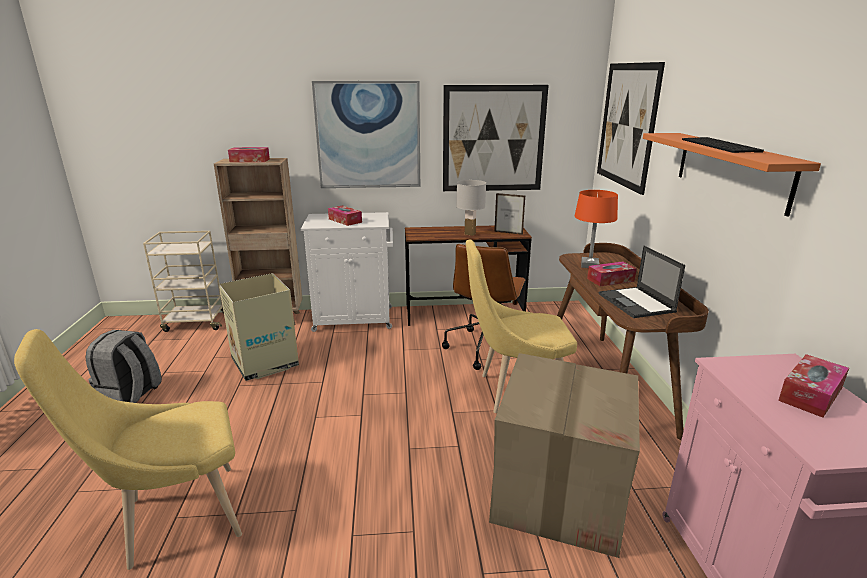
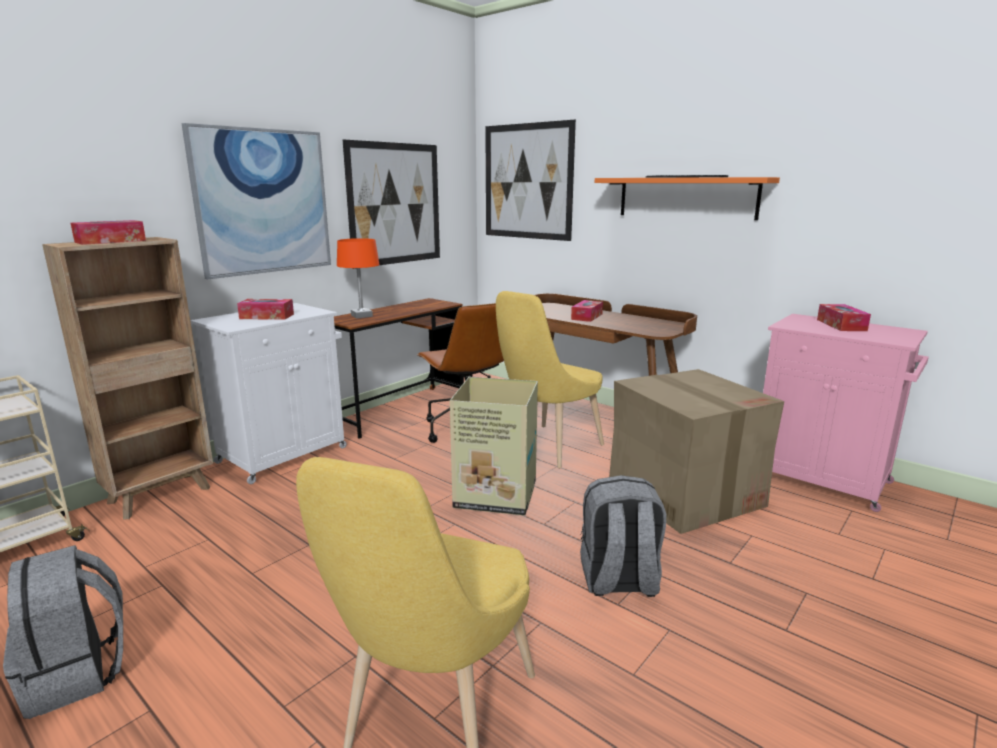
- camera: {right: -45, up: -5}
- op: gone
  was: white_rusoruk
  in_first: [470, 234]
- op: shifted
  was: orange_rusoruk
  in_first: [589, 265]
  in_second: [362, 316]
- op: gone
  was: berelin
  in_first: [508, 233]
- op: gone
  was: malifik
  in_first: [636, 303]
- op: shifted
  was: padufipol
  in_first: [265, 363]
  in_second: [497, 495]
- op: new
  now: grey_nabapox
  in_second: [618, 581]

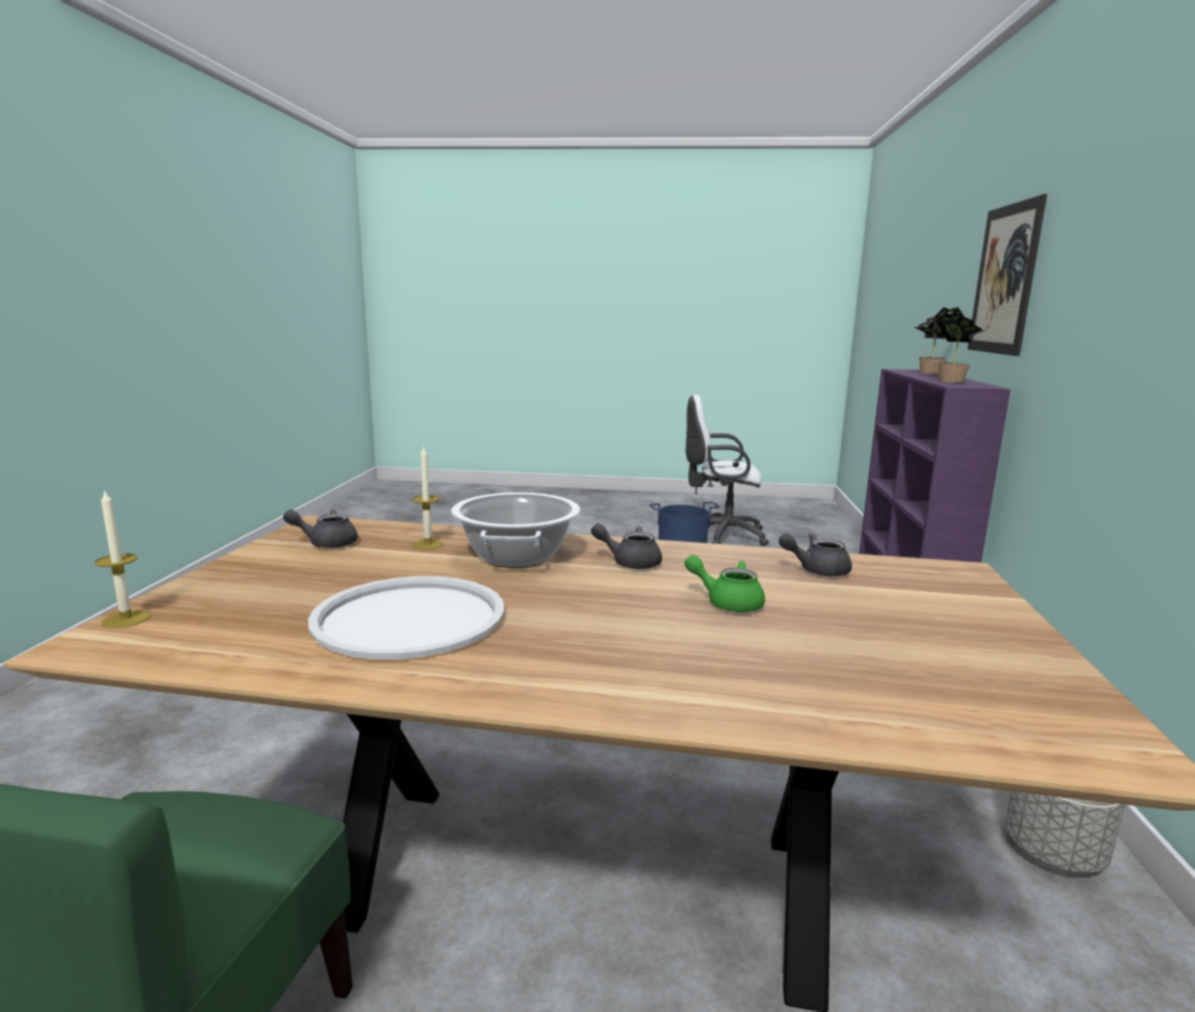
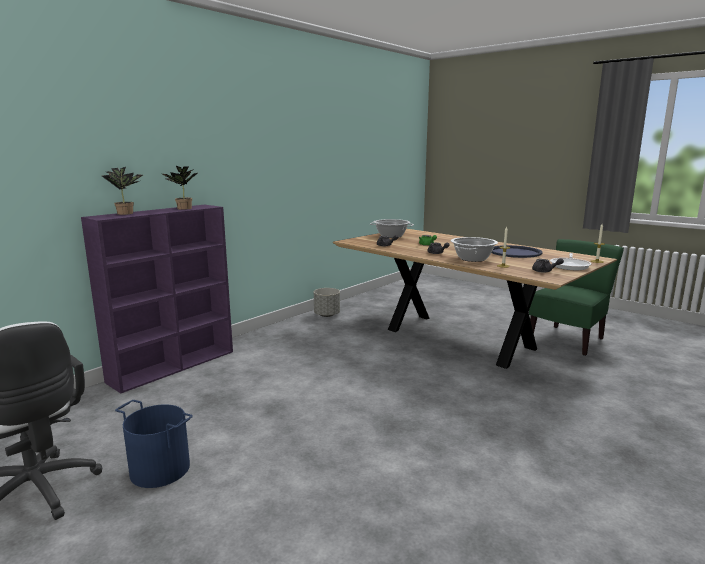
- camera: {right: -145, up: 0}
- op: gone
  was: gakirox
  in_first: [1004, 279]
- op: repainted
  was: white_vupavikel
  now: blue_vupavikel
  in_first: [409, 618]
  in_second: [515, 252]
- op: new
  now: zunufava
  in_second: [391, 236]
- op: new
  now: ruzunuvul
  in_second: [570, 266]

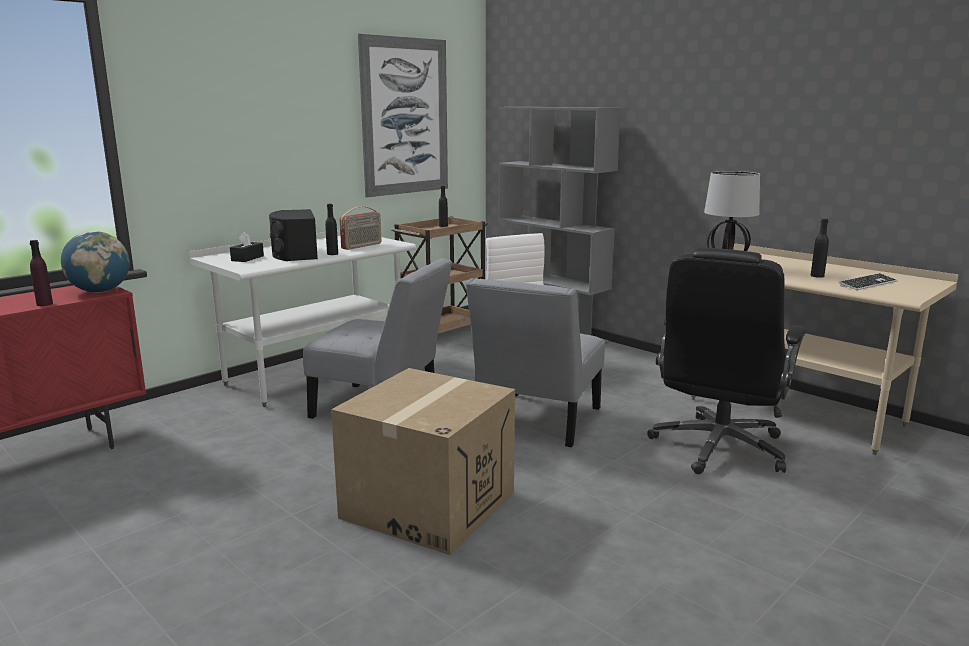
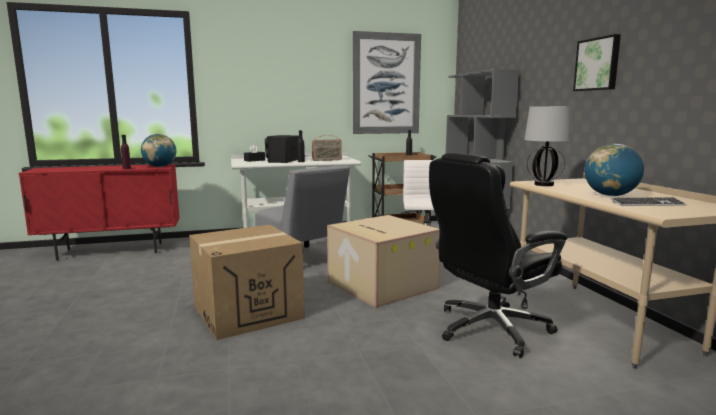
- camera: {right: 30, up: -5}
- op: swapped
  was: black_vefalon
  now: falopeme
  in_first: [817, 276]
  in_second: [610, 195]
- op: swapped
  was: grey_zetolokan
  now: padufipol
  in_first: [536, 422]
  in_second: [380, 285]
- op: new
  now: gakirox
  in_second: [598, 64]

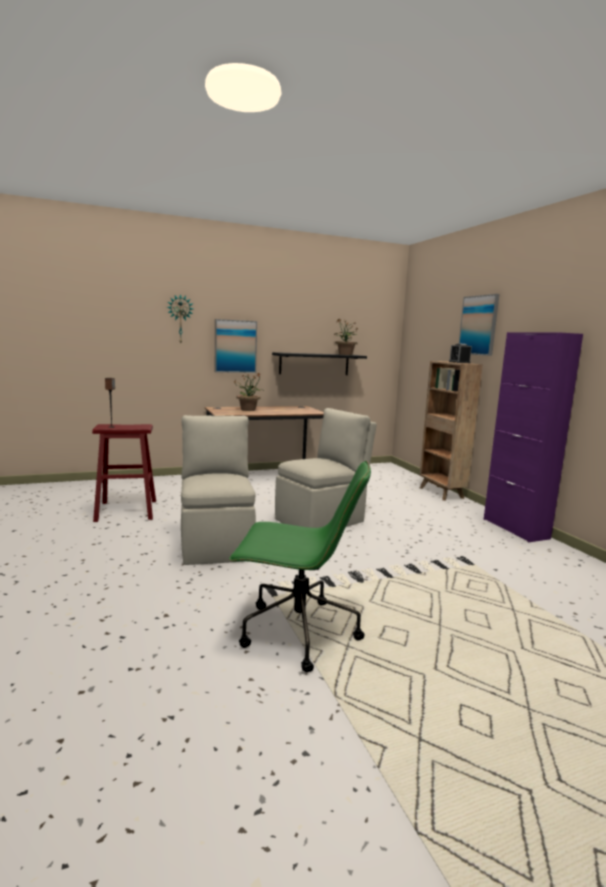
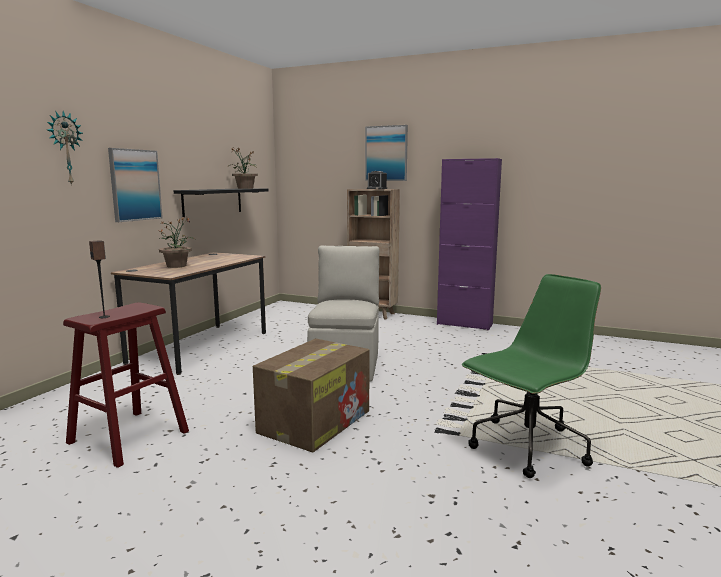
- camera: {right: -45, up: 0}
- op: swapped
  was: beige_zetolokan
  now: padufipol
  in_first: [216, 544]
  in_second: [315, 421]

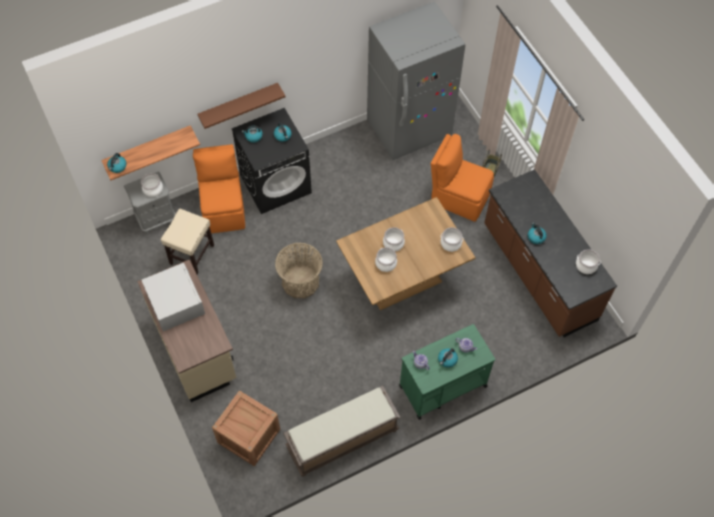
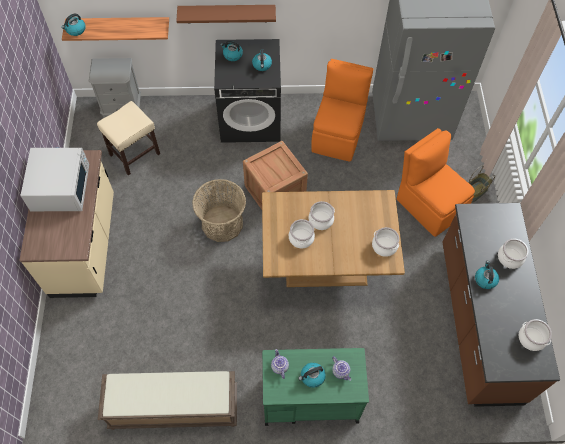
- camera: {right: 25, up: 0}
- op: shifted
  was: orange_zetolokan
  in_first: [224, 209]
  in_second: [338, 135]
- op: shifted
  was: zunufava
  in_first: [153, 189]
  in_second: [510, 258]
- op: shifted
  was: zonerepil
  in_first: [249, 436]
  in_second: [275, 191]

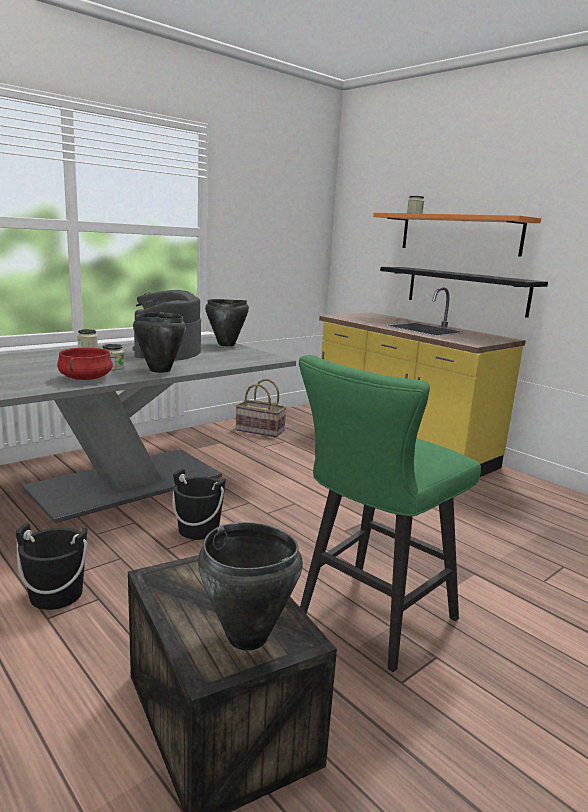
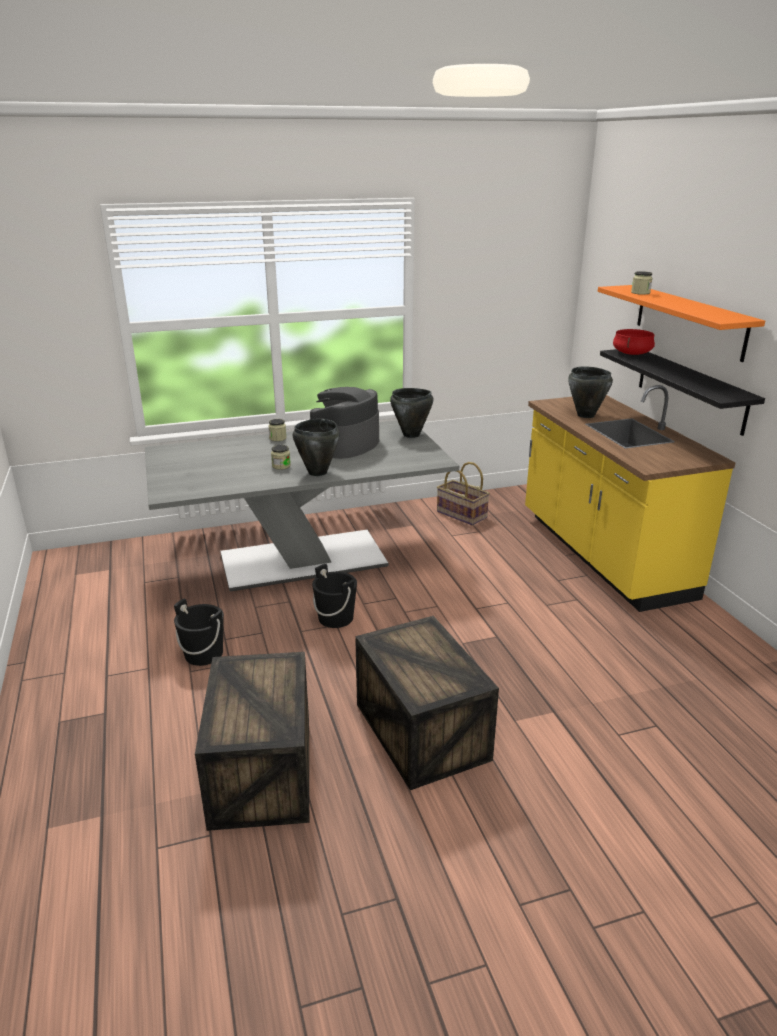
- camera: {right: 25, up: 10}
- op: shifted
  was: red_zunufava
  in_first: [85, 378]
  in_second: [631, 353]
- op: swapped
  was: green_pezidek
  now: zonerepil
  in_first: [369, 620]
  in_second: [420, 730]
- op: shifted
  was: black_zunufava
  in_first: [247, 638]
  in_second: [585, 415]

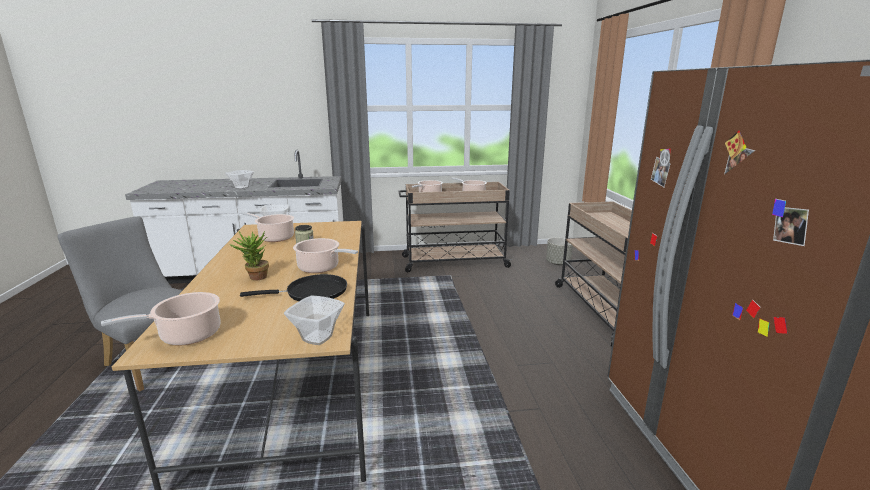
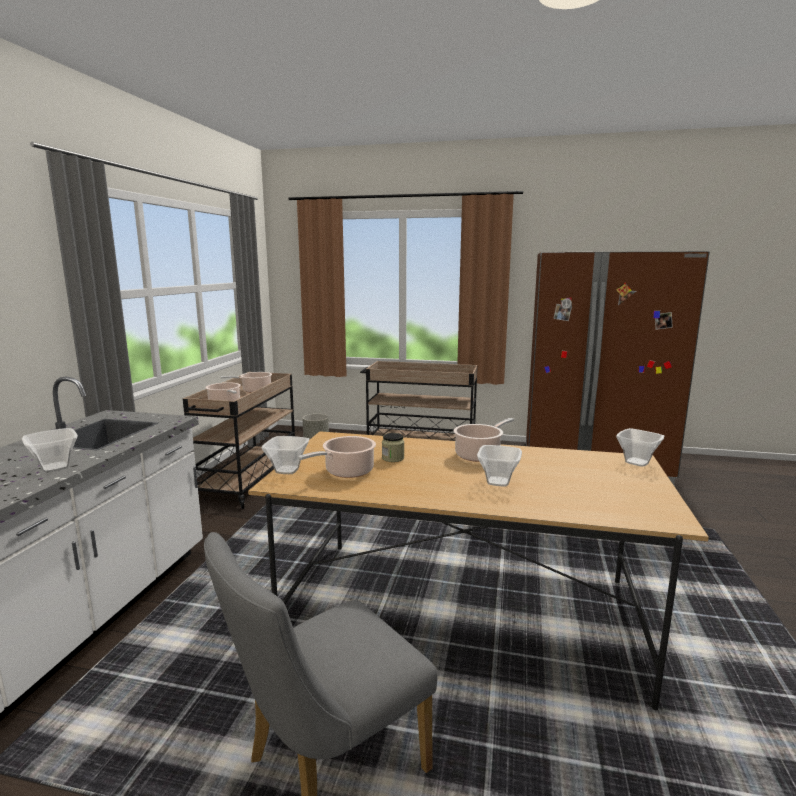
- camera: {right: -70, up: -5}
- op: swapped
  was: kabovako
  now: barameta
  in_first: [255, 278]
  in_second: [497, 482]
- op: gone
  was: black_ruzunuvul
  in_first: [312, 292]
- op: gone
  was: zunufava
  in_first: [186, 335]

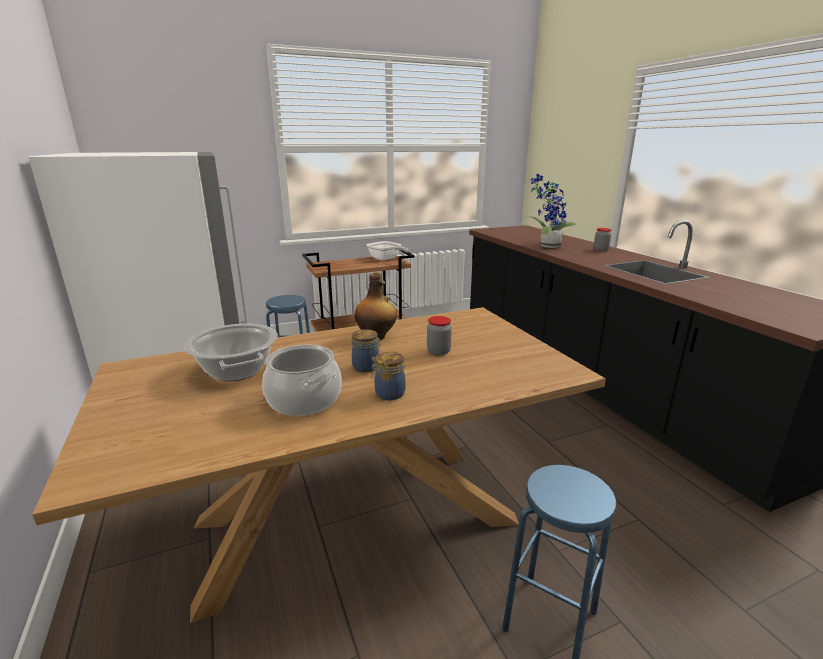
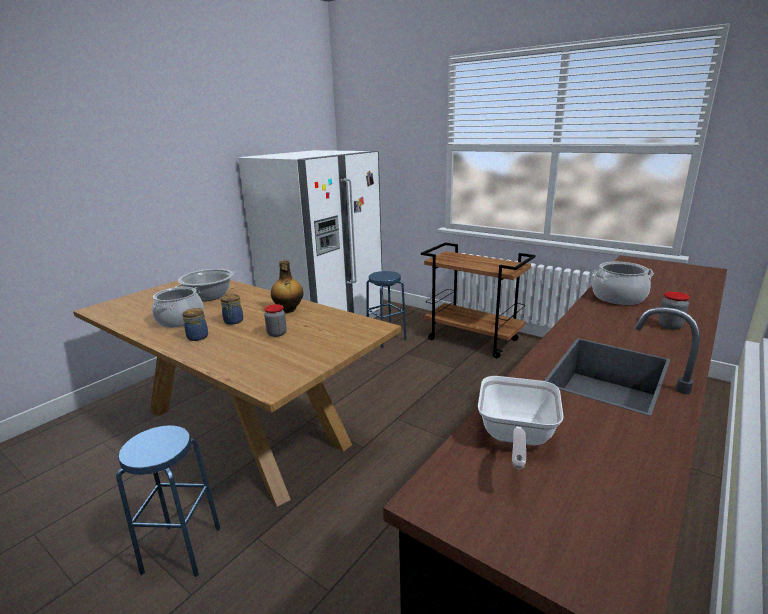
- camera: {right: 60, up: 0}
- op: swapped
  was: kabovako
  now: zunufava
  in_first: [547, 246]
  in_second: [618, 297]
- op: shifted
  was: ruzunuvul
  in_first: [386, 259]
  in_second: [515, 438]

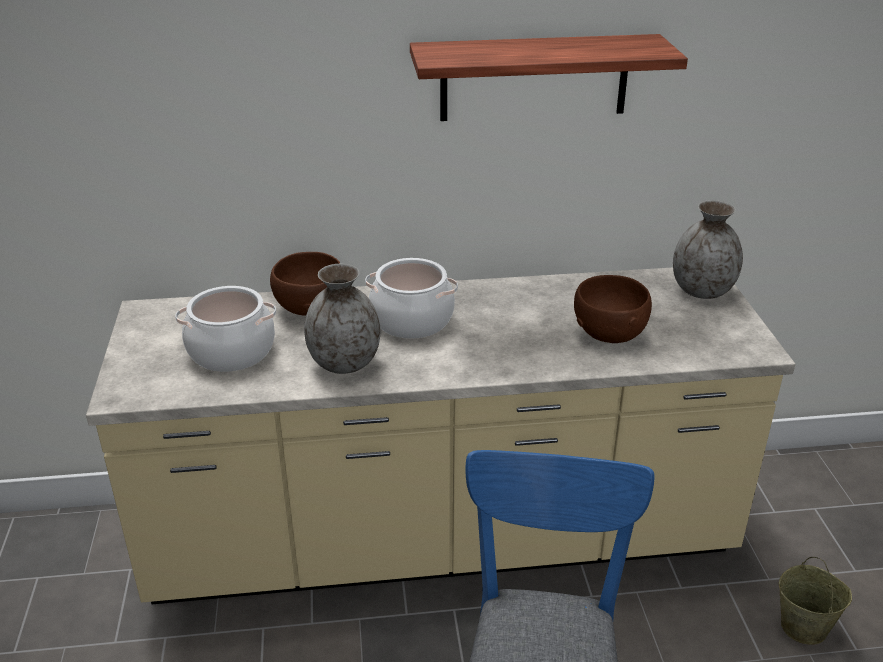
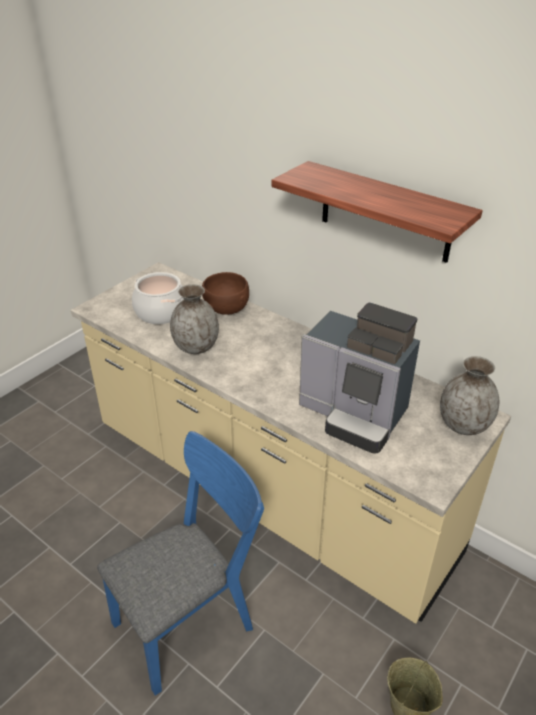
- camera: {right: 45, up: 5}
- op: gone
  was: zunufava
  in_first: [411, 320]
- op: swapped
  was: brown_barameta
  now: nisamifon
  in_first: [609, 333]
  in_second: [354, 414]

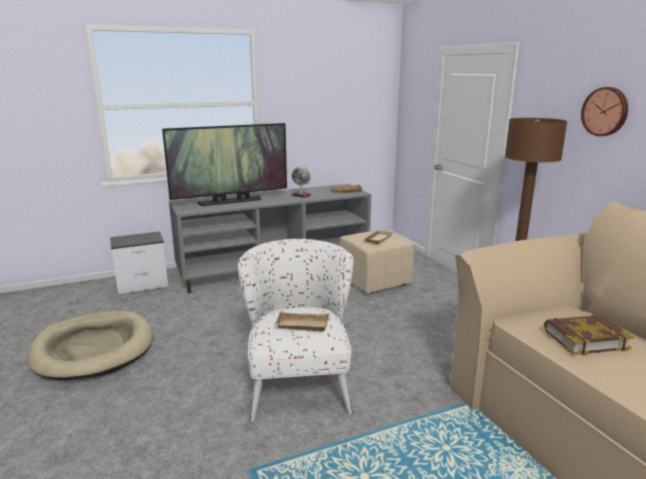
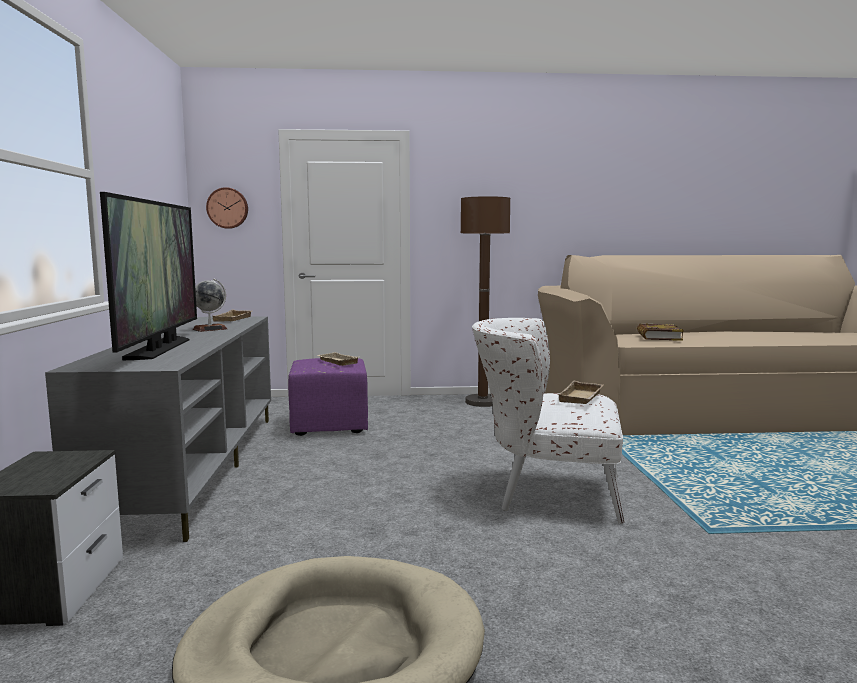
- camera: {right: -70, up: -10}
- op: shifted
  was: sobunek
  in_first: [605, 111]
  in_second: [227, 208]
- op: repainted
  was: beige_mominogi
  now: purple_mominogi
  in_first: [375, 281]
  in_second: [329, 425]

